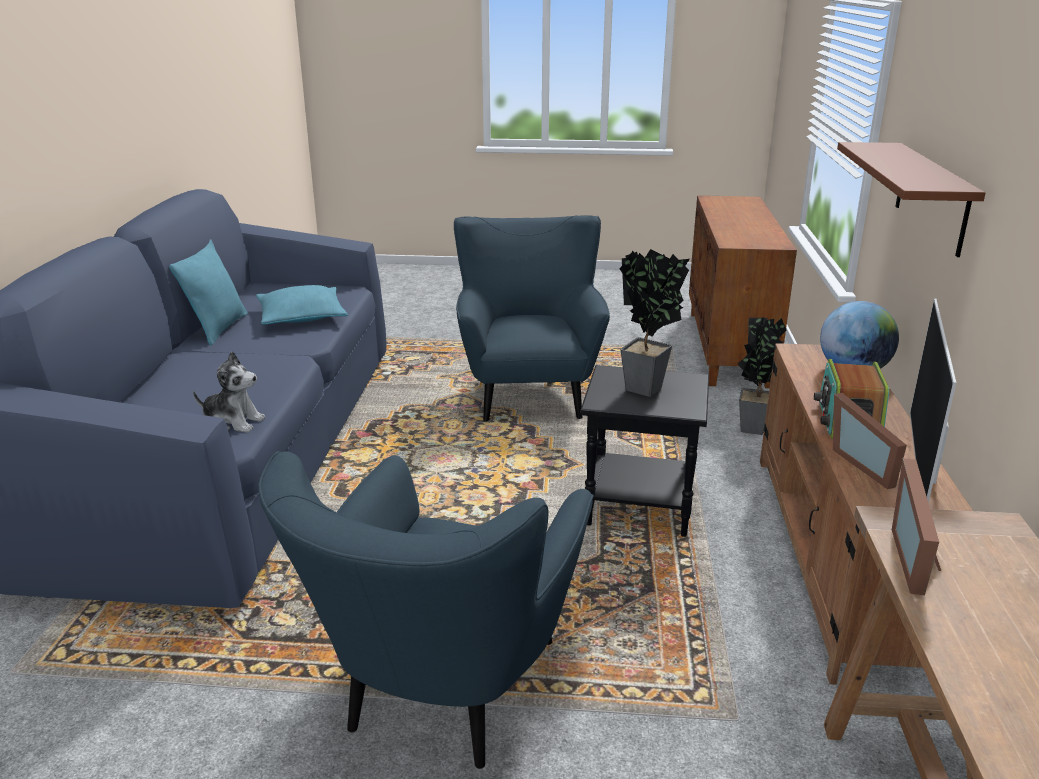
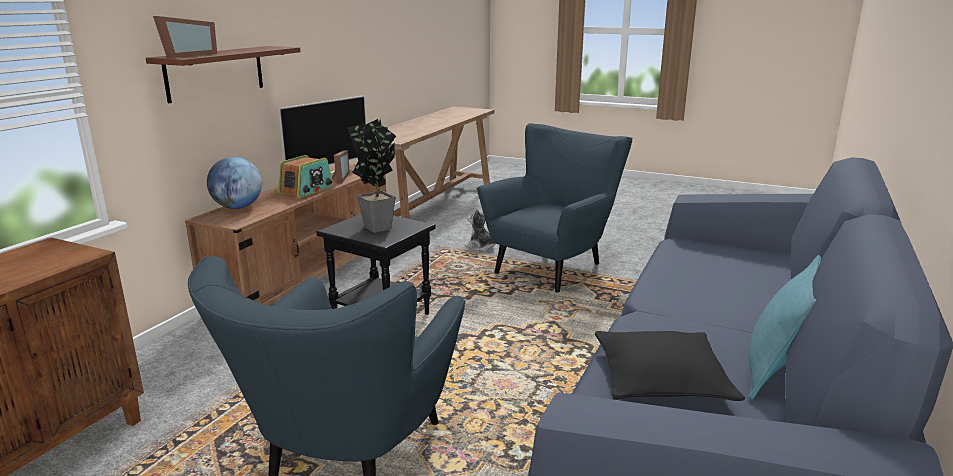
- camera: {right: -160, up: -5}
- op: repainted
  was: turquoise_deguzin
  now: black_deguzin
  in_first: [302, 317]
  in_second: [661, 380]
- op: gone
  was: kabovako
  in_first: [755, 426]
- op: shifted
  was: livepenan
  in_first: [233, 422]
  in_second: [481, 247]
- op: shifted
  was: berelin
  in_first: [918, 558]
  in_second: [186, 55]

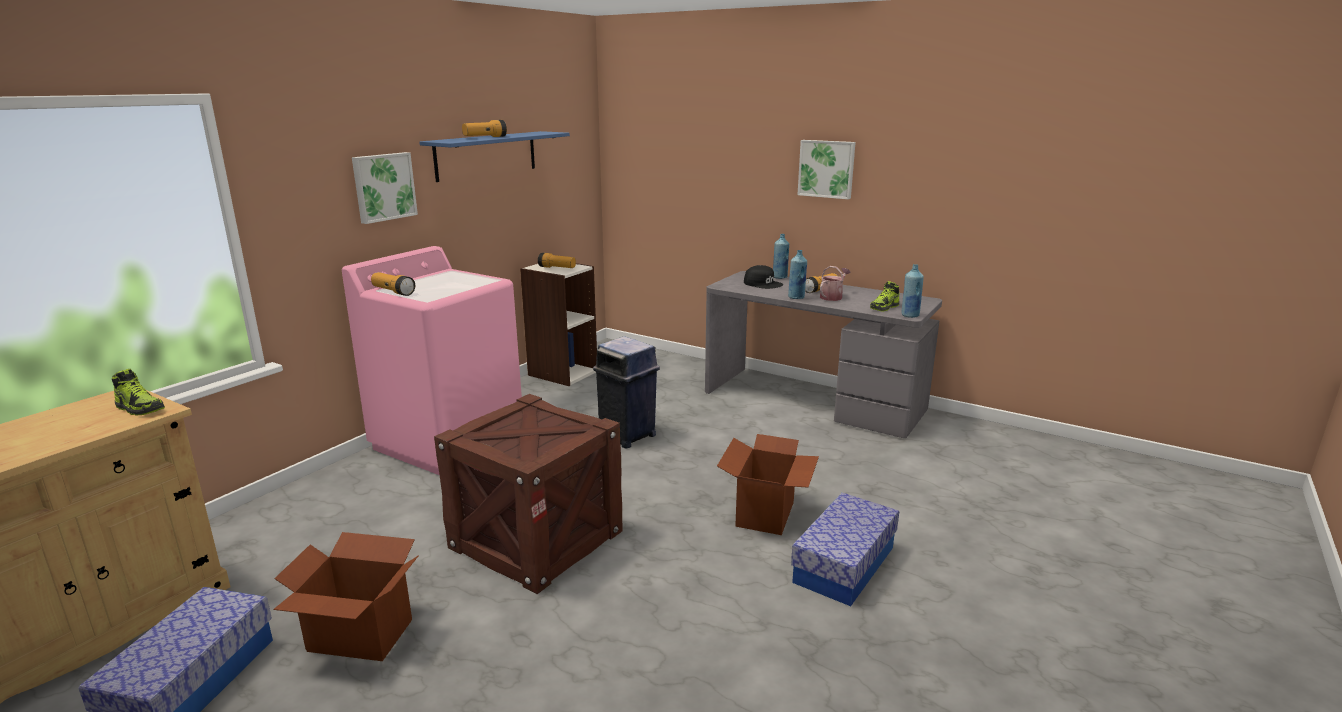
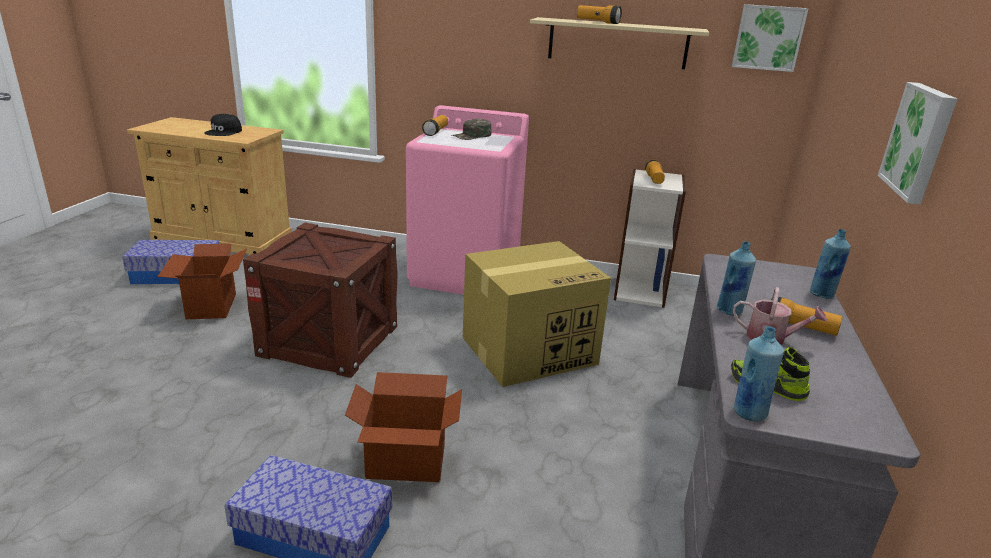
- camera: {right: 70, up: 5}
- op: repainted
  was: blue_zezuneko
  now: beige_zezuneko
  in_first: [486, 155]
  in_second: [617, 43]
- op: shifted
  was: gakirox
  in_first: [383, 187]
  in_second: [768, 38]
- op: shifted
  was: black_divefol
  in_first: [763, 283]
  in_second: [224, 132]
- op: swapped
  was: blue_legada
  now: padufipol
  in_first: [627, 436]
  in_second: [530, 350]
- op: gone
  was: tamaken
  in_first: [140, 408]
- op: new
  now: green_divefol
  in_second: [472, 136]

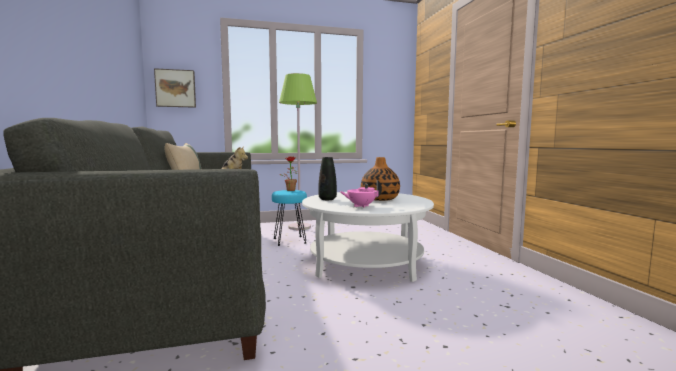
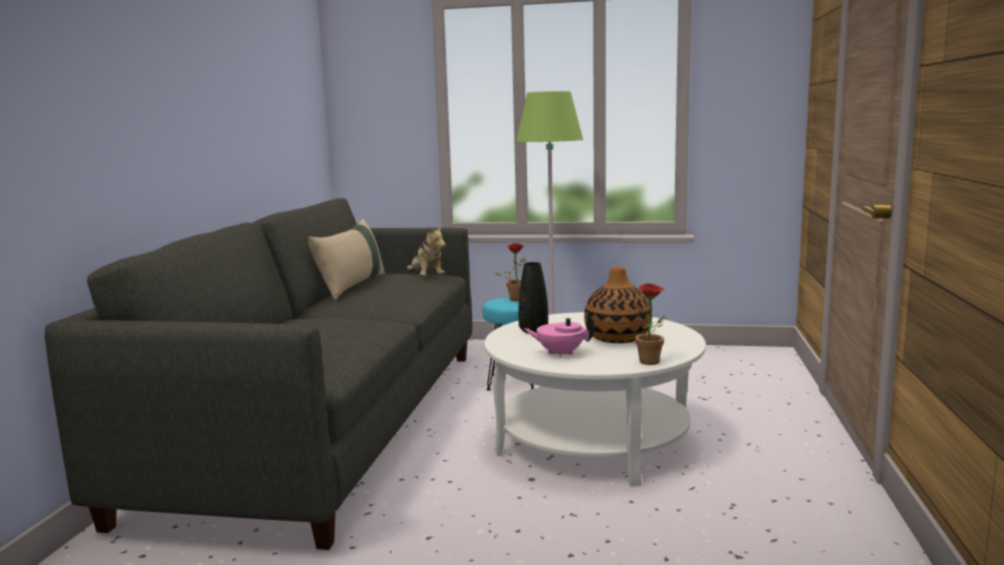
- camera: {right: 25, up: 5}
- op: gone
  was: gakirox
  in_first: [175, 88]
- op: new
  now: kabovako
  in_second: [652, 363]

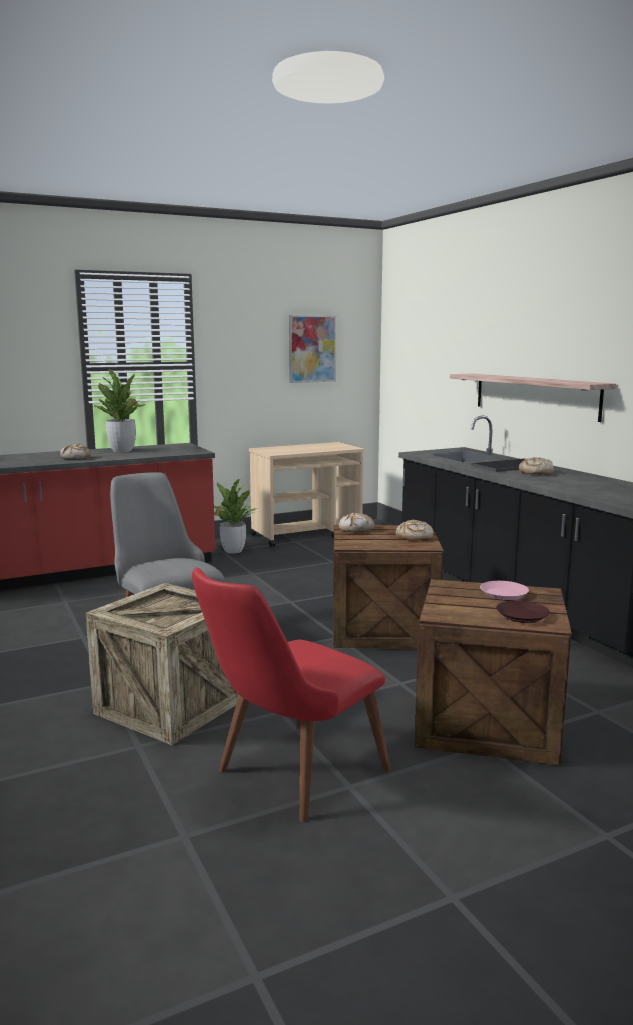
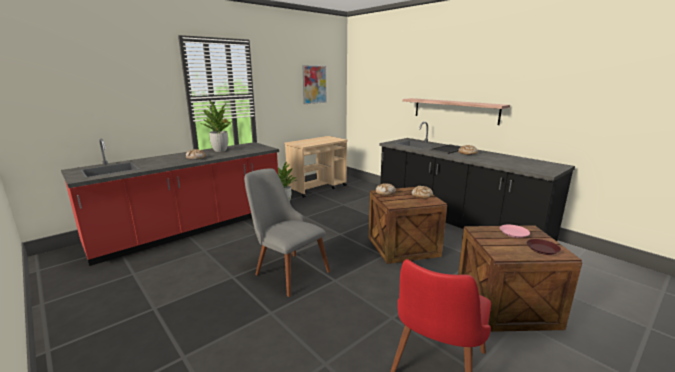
- camera: {right: -15, up: 5}
- op: gone
  was: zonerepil
  in_first: [170, 706]

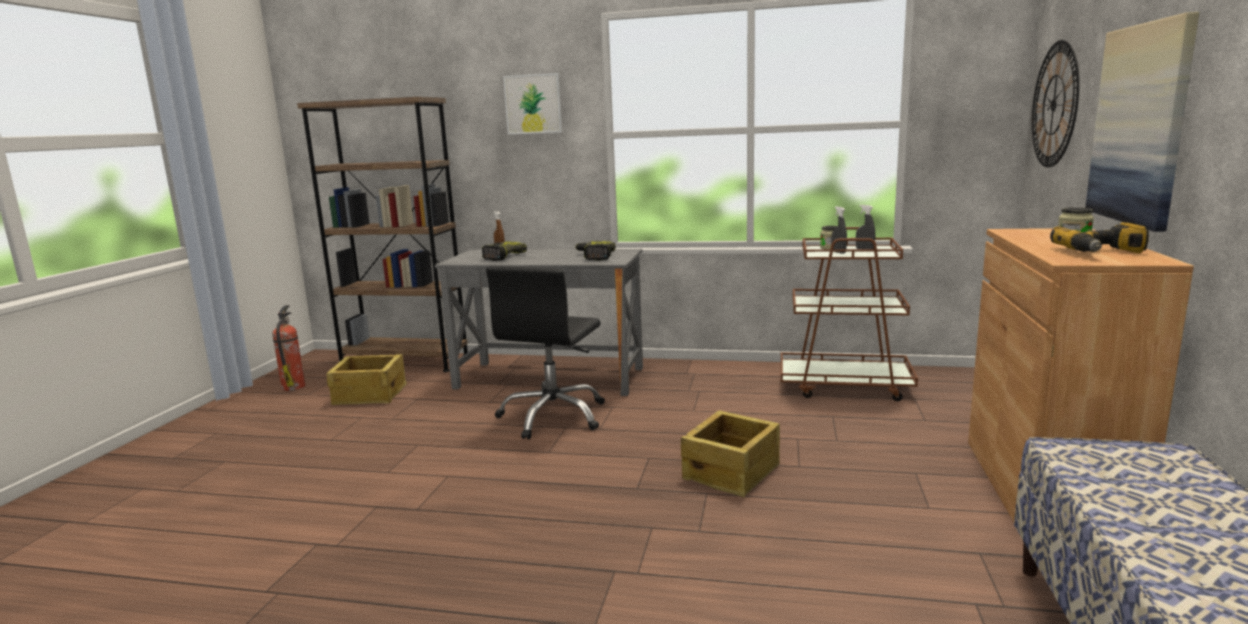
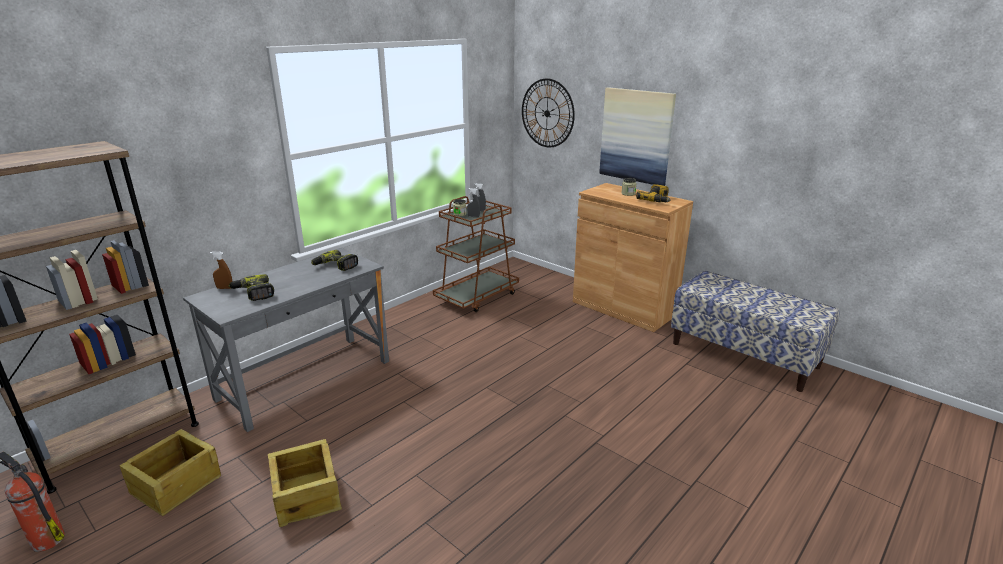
- camera: {right: -60, up: 10}
- op: gone
  was: gakirox
  in_first: [533, 104]
- op: gone
  was: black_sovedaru
  in_first: [553, 416]
- op: shifted
  was: zonerepil
  in_first: [732, 472]
  in_second: [307, 494]

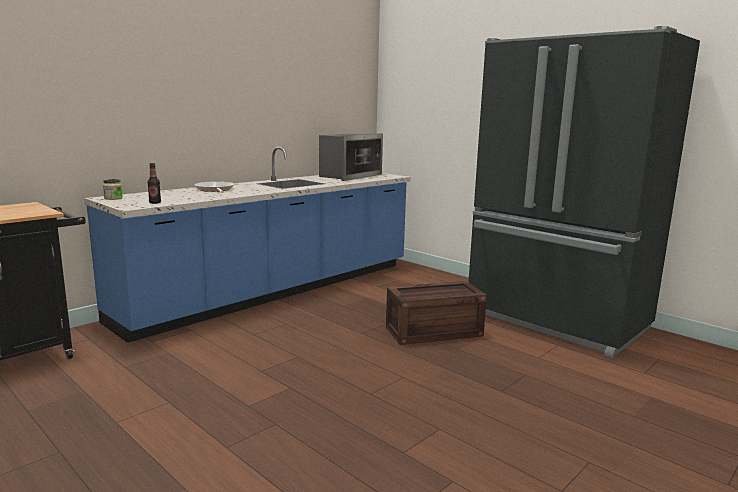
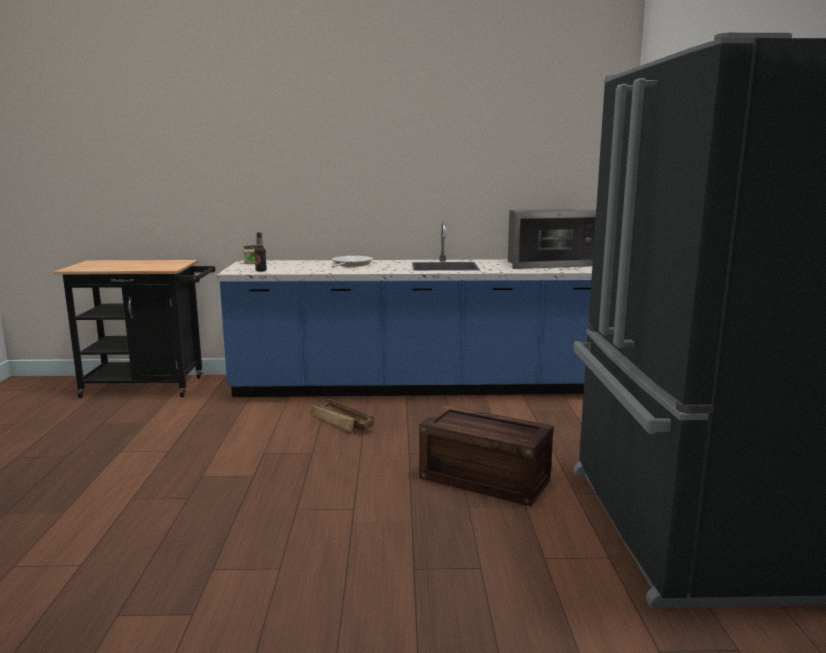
- camera: {right: 45, up: 0}
- op: new
  now: zonerepil
  in_second: [342, 423]

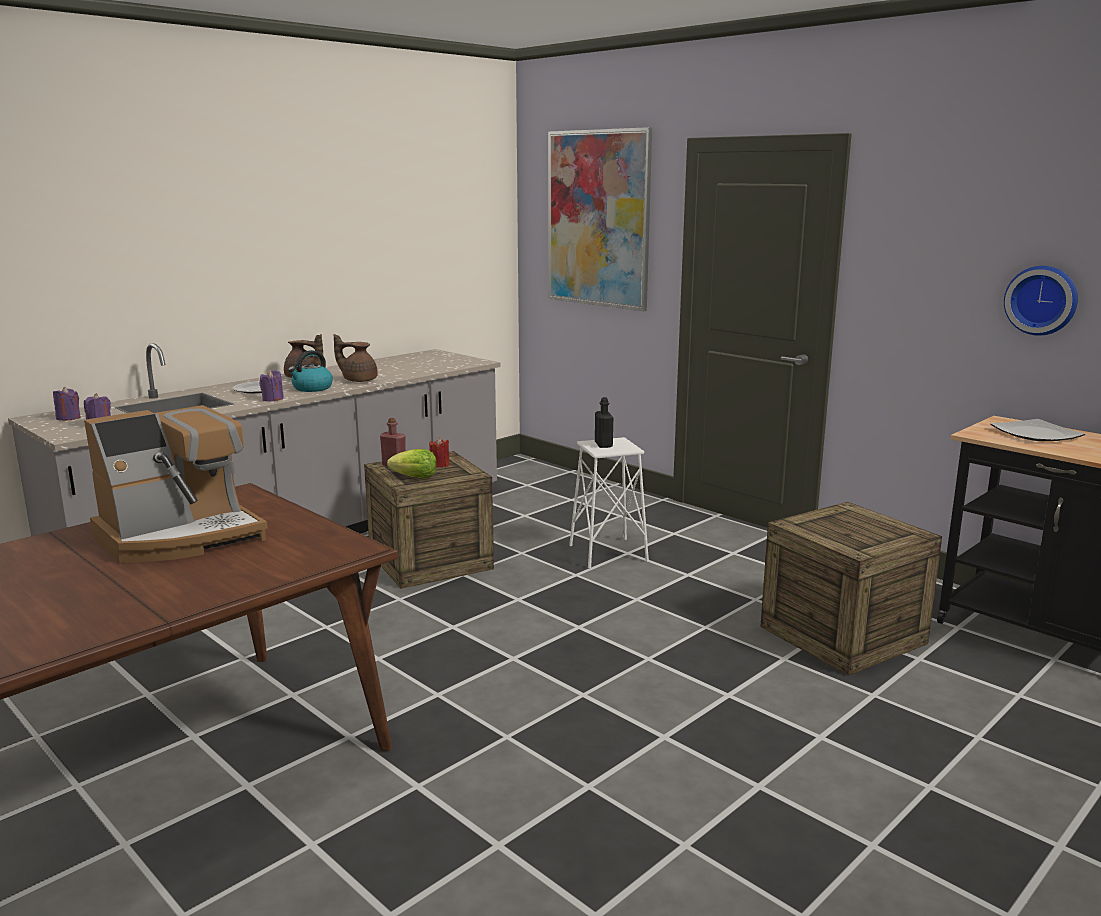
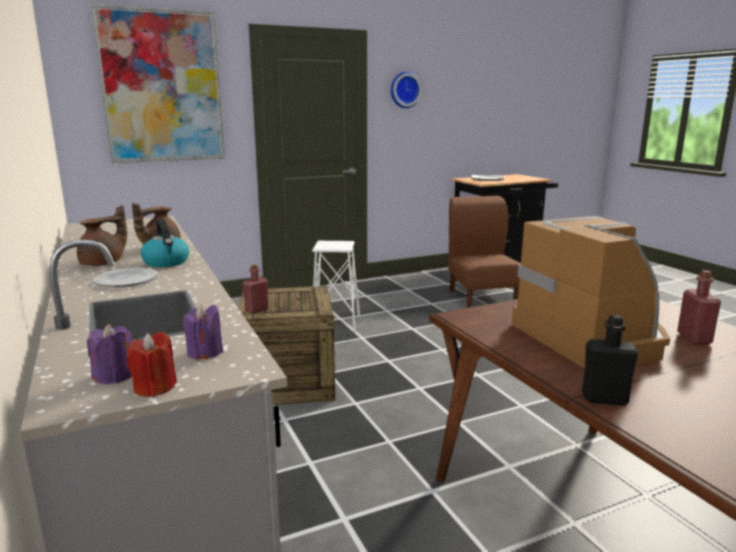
- camera: {right: -70, up: 0}
- op: shifted
  was: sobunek
  in_first: [1042, 300]
  in_second: [404, 90]
- op: gone
  was: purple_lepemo
  in_first: [272, 399]
- op: shifted
  was: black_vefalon
  in_first: [603, 445]
  in_second: [604, 399]
- op: shifted
  was: red_lepemo
  in_first: [439, 465]
  in_second: [154, 387]
- op: gone
  was: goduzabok
  in_first: [415, 478]
- op: swapped
  was: zonerepil
  now: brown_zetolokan
  in_first: [842, 635]
  in_second: [482, 296]
- op: new
  now: red_vefalon
  in_second: [694, 338]

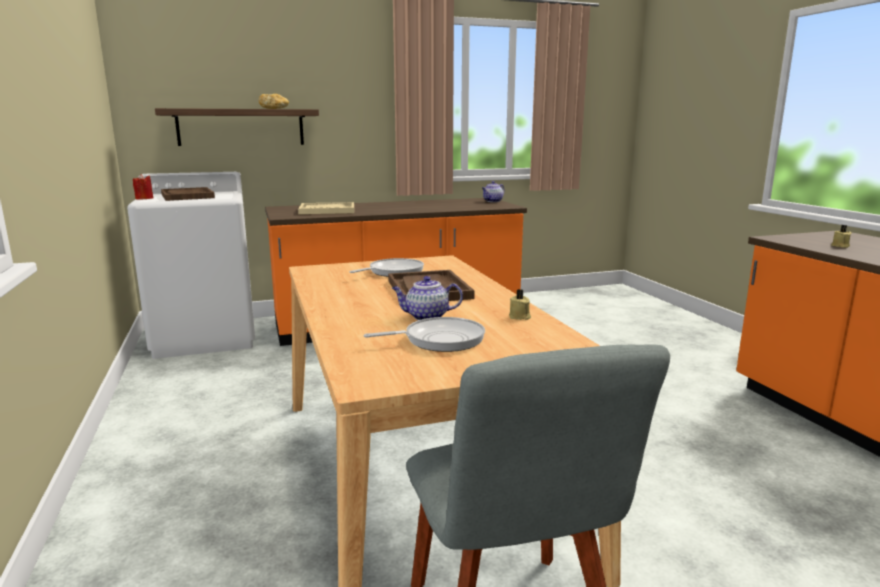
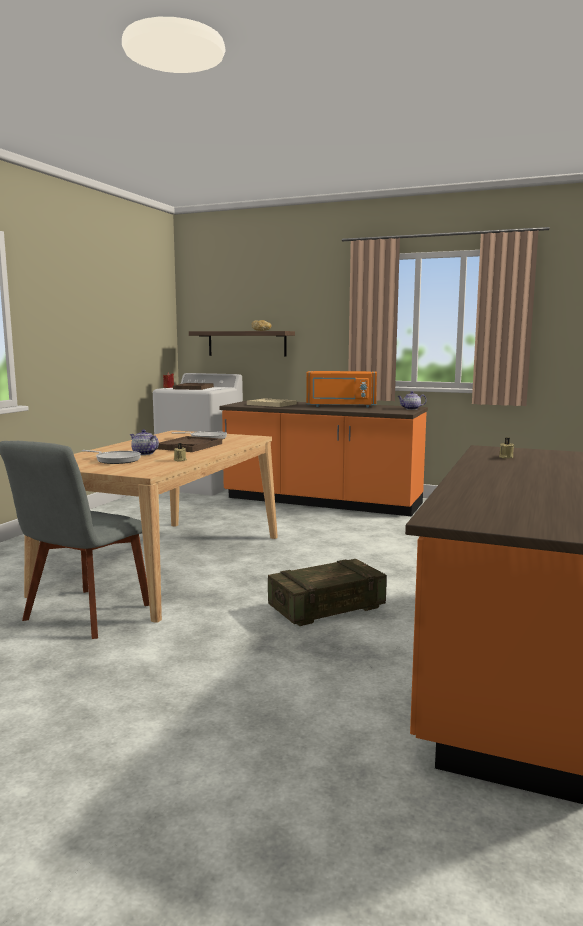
- camera: {right: 40, up: -5}
- op: new
  now: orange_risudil
  in_second: [341, 406]
- op: new
  now: zonerepil
  in_second: [327, 608]

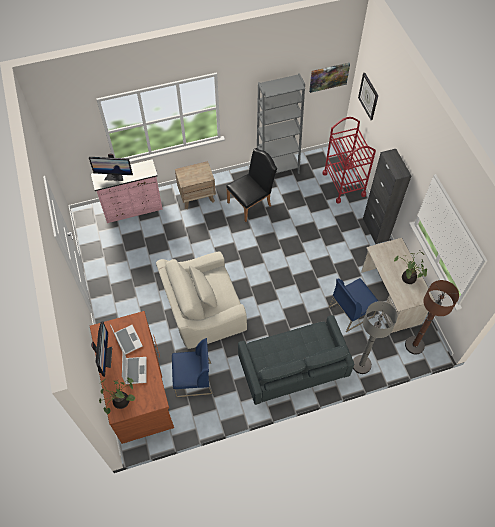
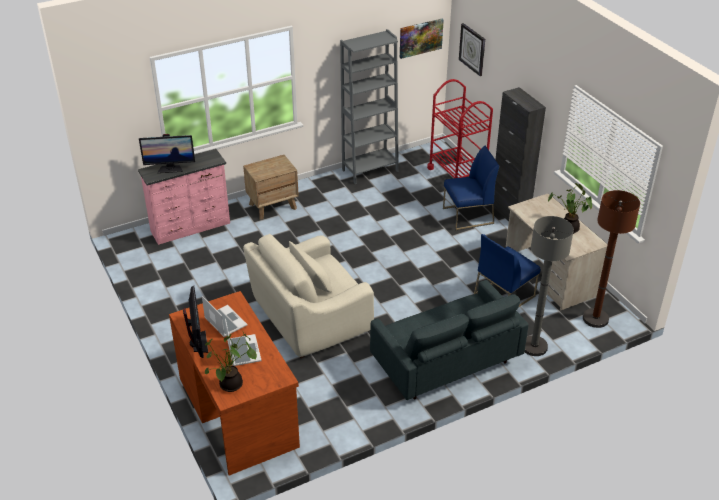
- camera: {right: -10, up: -20}
- op: gone
  was: black_zetolokan
  in_first: [251, 202]
- op: shifted
  was: blue_zetolokan
  in_first: [193, 380]
  in_second: [468, 216]

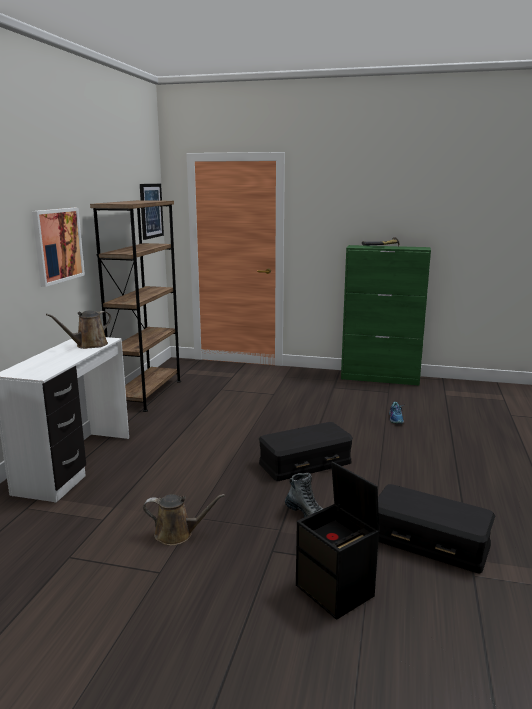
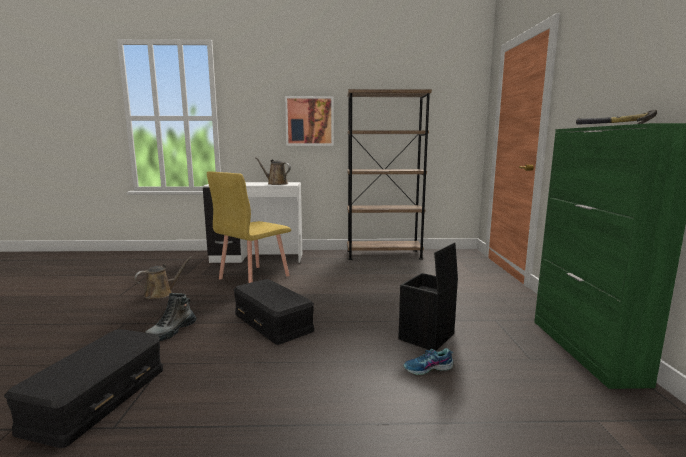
- camera: {right: 75, up: -5}
- op: gone
  was: gakirox
  in_first: [151, 210]
- op: shifted
  was: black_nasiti
  in_first: [336, 591]
  in_second: [427, 337]
- op: rotated
  was: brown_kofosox
  in_first: [177, 534]
  in_second: [161, 293]
  clockwise: -120
- op: new
  now: yellow_zetolokan
  in_second: [253, 277]

